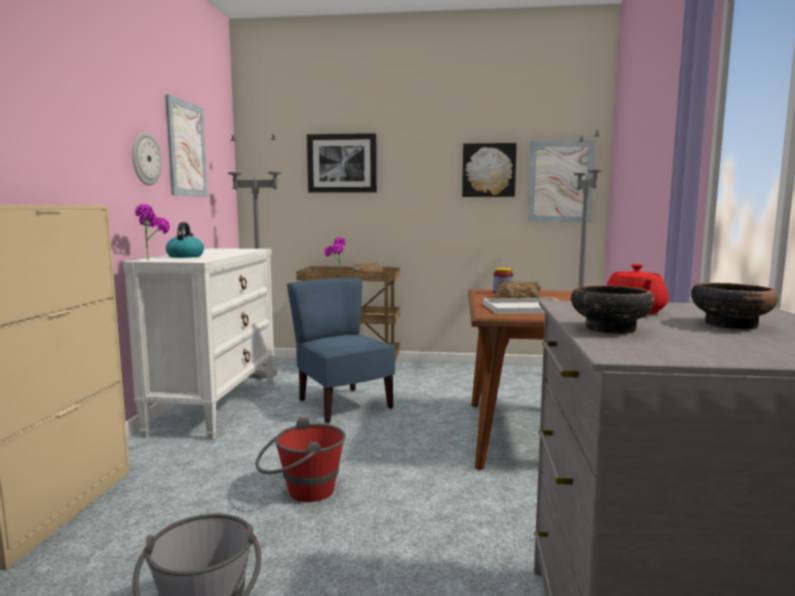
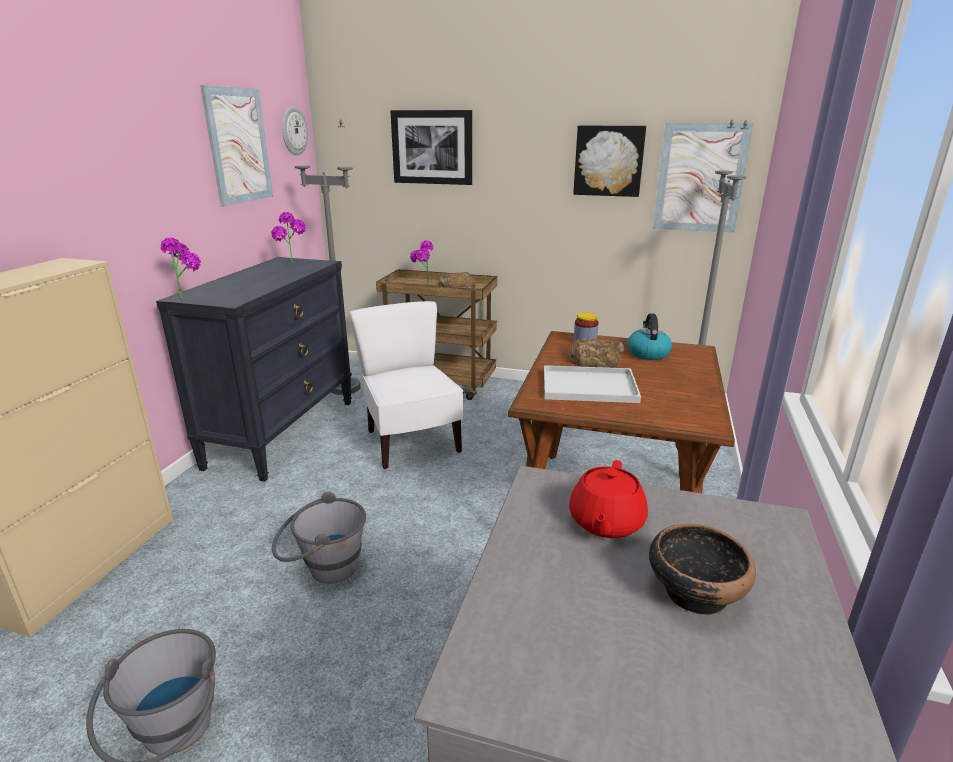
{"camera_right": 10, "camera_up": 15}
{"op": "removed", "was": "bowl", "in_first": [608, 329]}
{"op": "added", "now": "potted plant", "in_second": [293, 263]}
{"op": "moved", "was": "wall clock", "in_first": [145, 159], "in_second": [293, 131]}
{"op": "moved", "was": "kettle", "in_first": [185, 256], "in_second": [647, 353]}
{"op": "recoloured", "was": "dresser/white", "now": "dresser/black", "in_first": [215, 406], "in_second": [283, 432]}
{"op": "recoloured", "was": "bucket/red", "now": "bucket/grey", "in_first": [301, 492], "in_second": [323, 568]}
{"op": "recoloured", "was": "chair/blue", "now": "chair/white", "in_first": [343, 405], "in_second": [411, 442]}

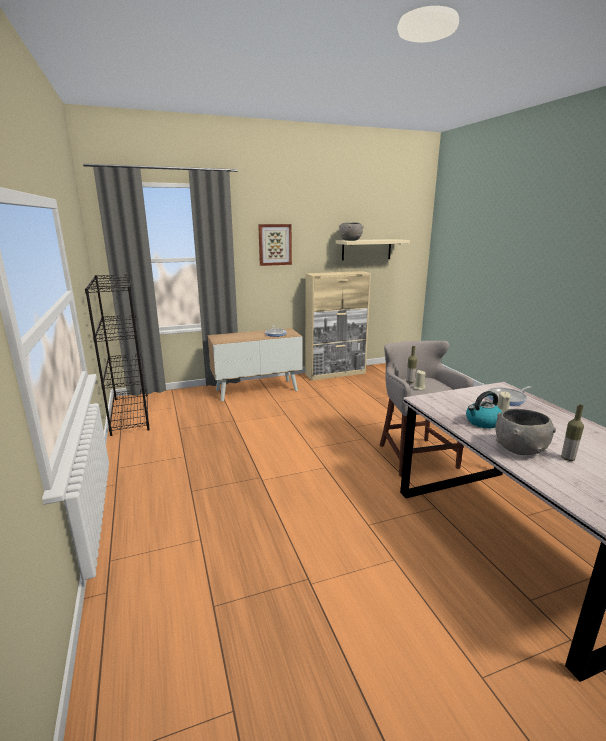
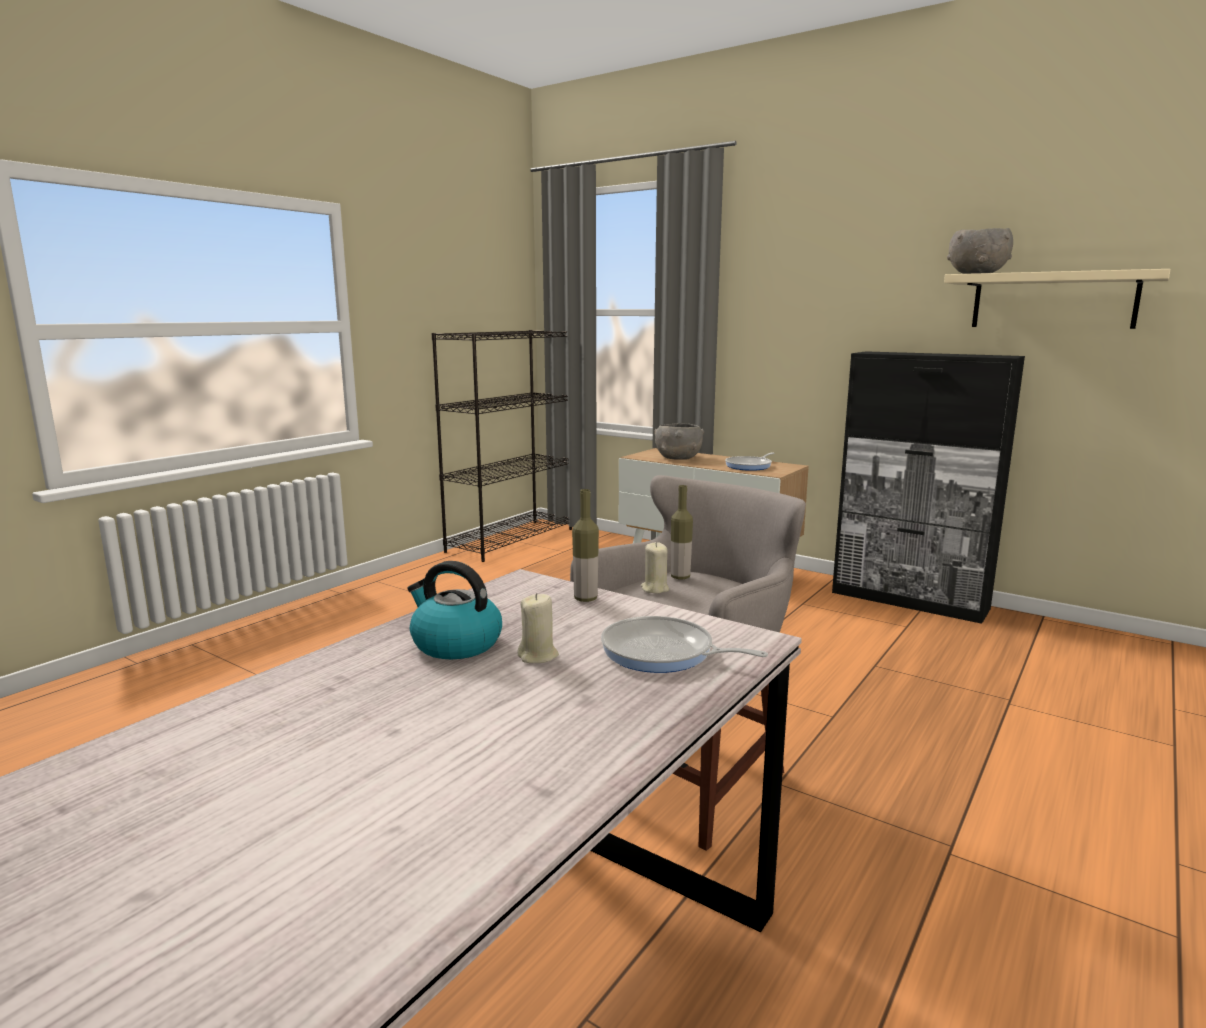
{"camera_right": 55, "camera_up": -5}
{"op": "removed", "was": "picture", "in_first": [275, 244]}
{"op": "moved", "was": "bowl/grey", "in_first": [519, 449], "in_second": [678, 458]}
{"op": "moved", "was": "bottle", "in_first": [567, 458], "in_second": [585, 599]}
{"op": "recoloured", "was": "cabinet/beige", "now": "cabinet/black", "in_first": [335, 373], "in_second": [909, 601]}

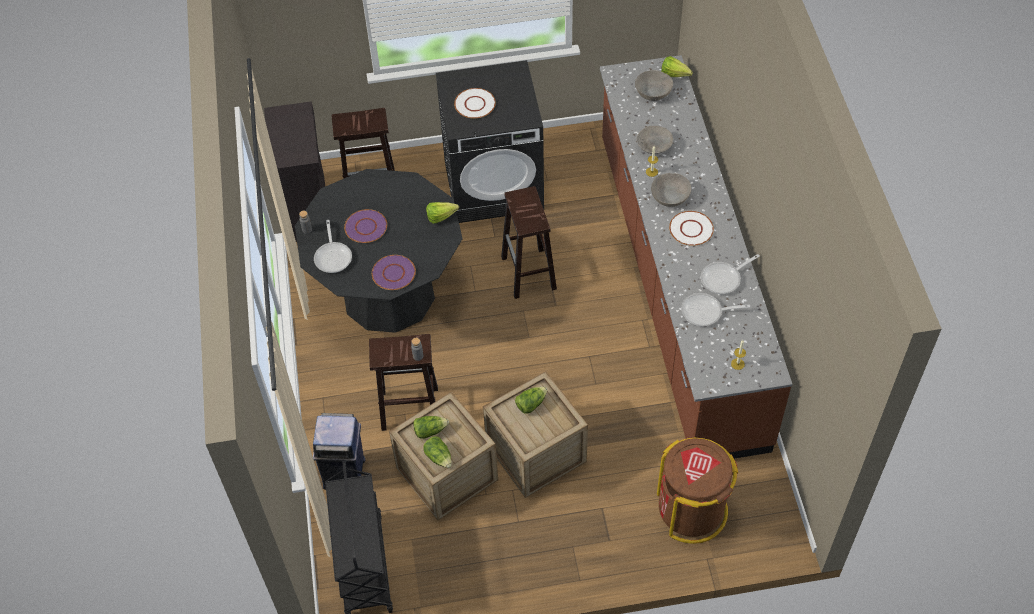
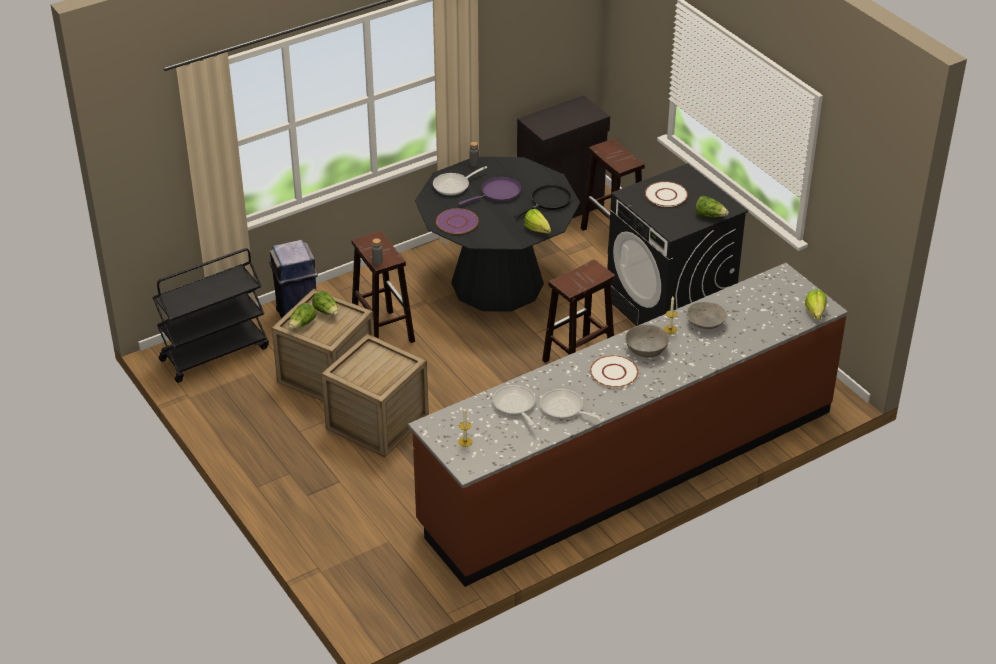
{"camera_right": 65, "camera_up": -15}
{"op": "removed", "was": "bowl/grey", "in_first": [653, 92]}
{"op": "removed", "was": "trash can/brown", "in_first": [691, 510]}
{"op": "added", "now": "frying pan/black", "in_second": [548, 201]}
{"op": "moved", "was": "lettuce", "in_first": [531, 403], "in_second": [710, 215]}
{"op": "replaced", "was": "plate/purple", "now": "frying pan/purple", "in_first": [366, 227], "in_second": [498, 193]}

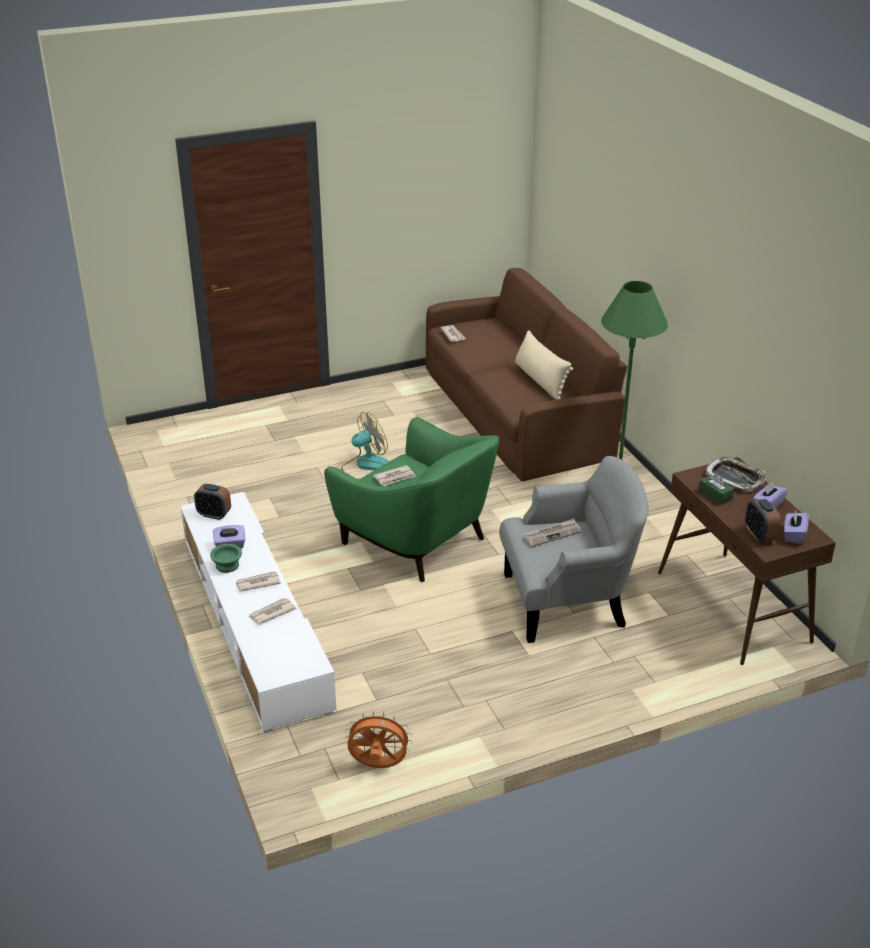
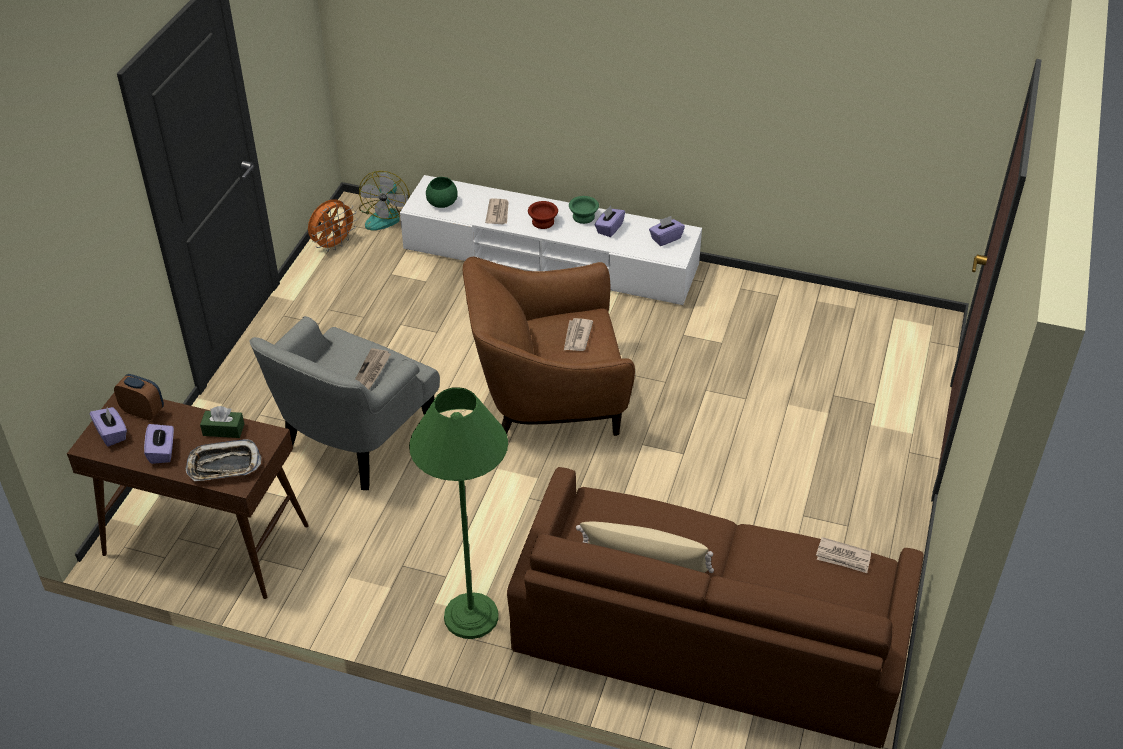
{"camera_right": 130, "camera_up": 10}
{"op": "added", "now": "bowl/green", "in_second": [441, 202]}
{"op": "moved", "was": "fan", "in_first": [365, 466], "in_second": [385, 215]}
{"op": "replaced", "was": "alarm clock", "now": "tissue box/purple", "in_first": [214, 515], "in_second": [665, 238]}
{"op": "replaced", "was": "newspaper", "now": "bowl/brown", "in_first": [257, 583], "in_second": [542, 221]}
{"op": "recoloured", "was": "armchair/green", "now": "armchair/brown", "in_first": [416, 540], "in_second": [548, 397]}

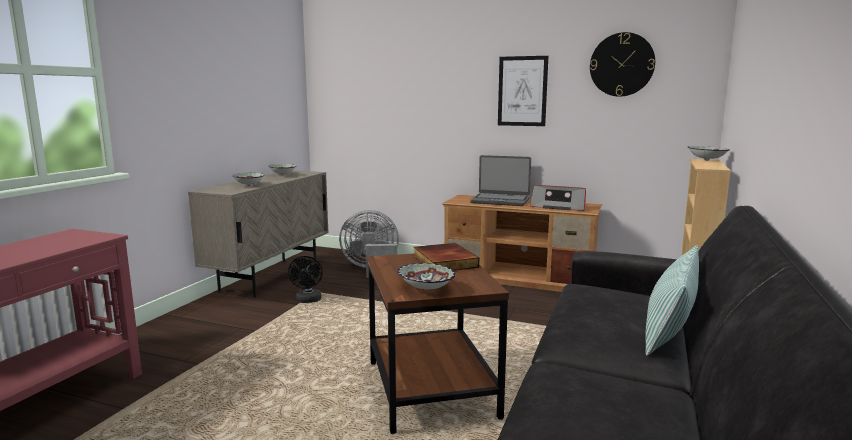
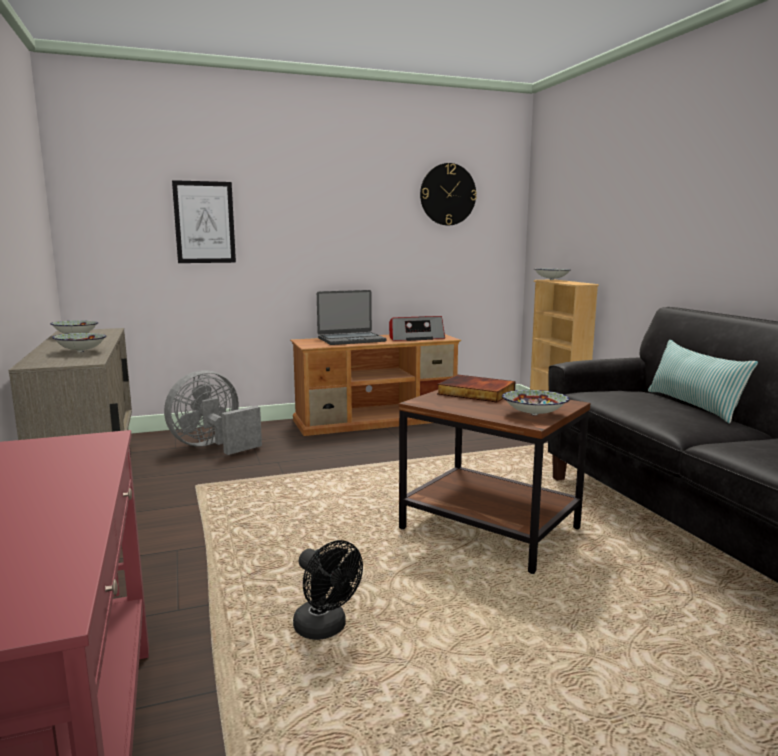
{"camera_right": -40, "camera_up": 0}
{"op": "moved", "was": "fan/black", "in_first": [308, 301], "in_second": [325, 629]}
{"op": "moved", "was": "picture", "in_first": [522, 91], "in_second": [204, 222]}

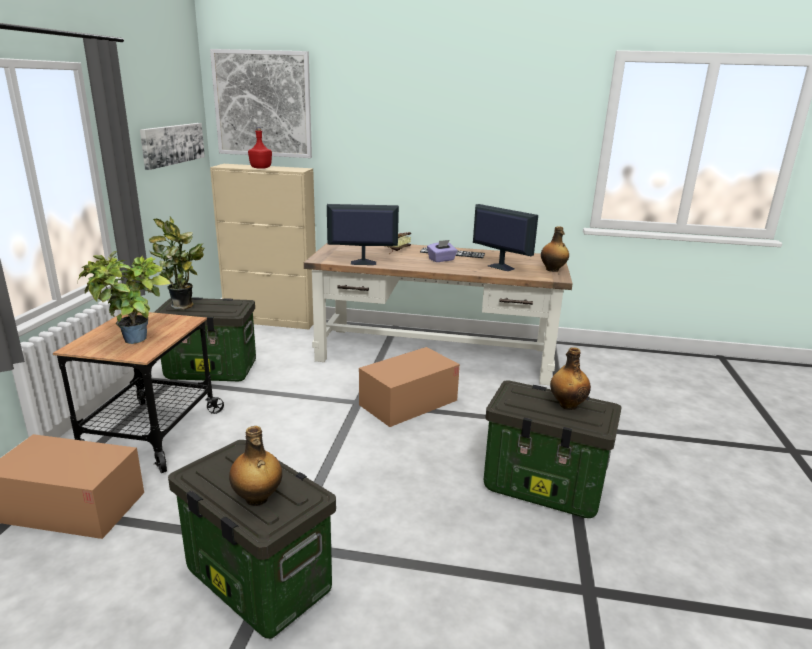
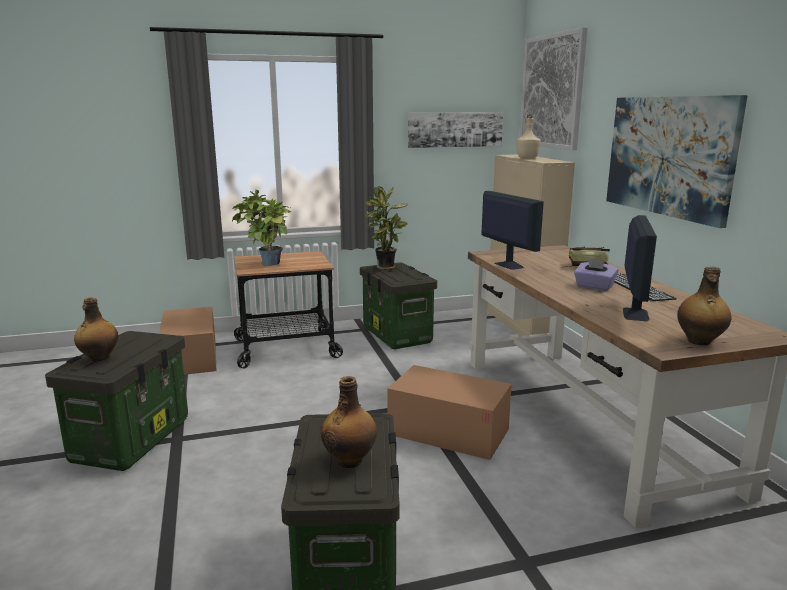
{"camera_right": 65, "camera_up": -5}
{"op": "added", "now": "picture", "in_second": [669, 156]}
{"op": "recoloured", "was": "bottle/red", "now": "bottle/beige", "in_first": [261, 168], "in_second": [527, 158]}

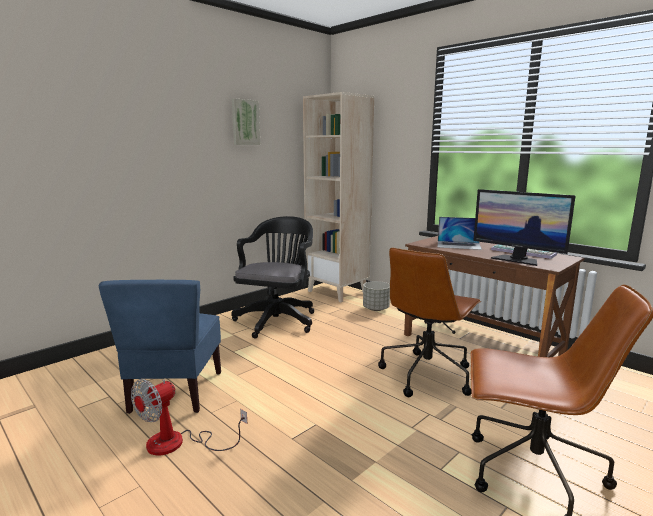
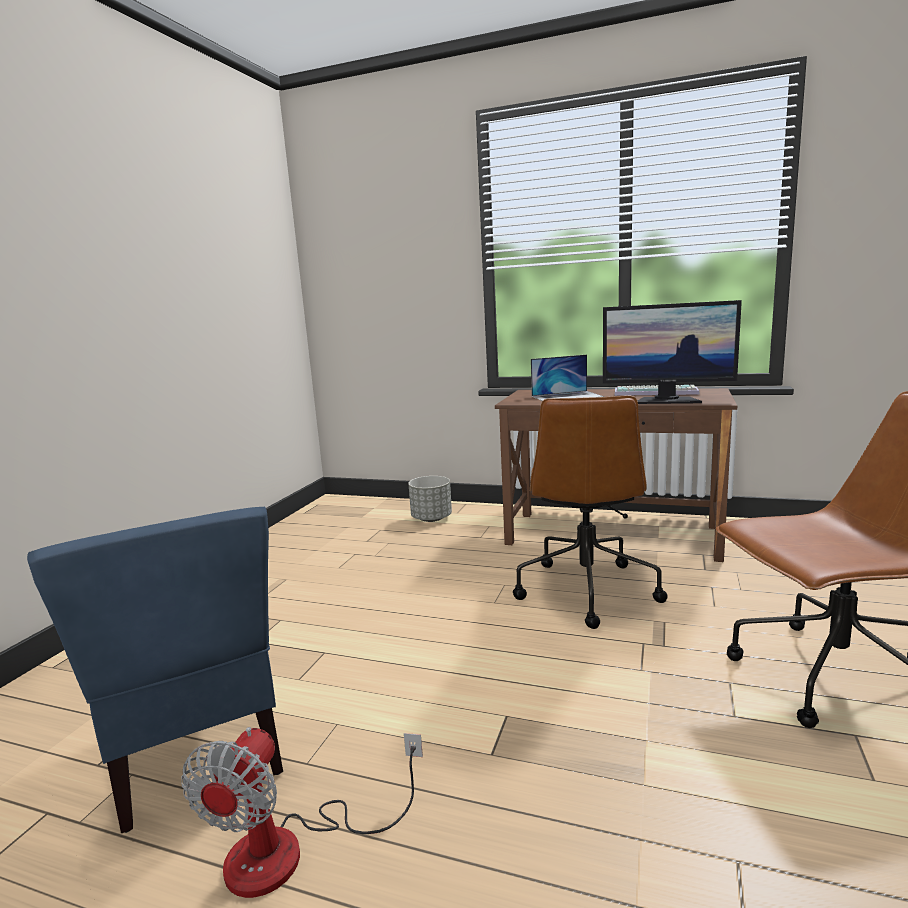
{"camera_right": -25, "camera_up": 0}
{"op": "removed", "was": "office chair/black", "in_first": [278, 320]}
{"op": "removed", "was": "picture", "in_first": [245, 122]}
{"op": "removed", "was": "bookcase/beige", "in_first": [337, 292]}

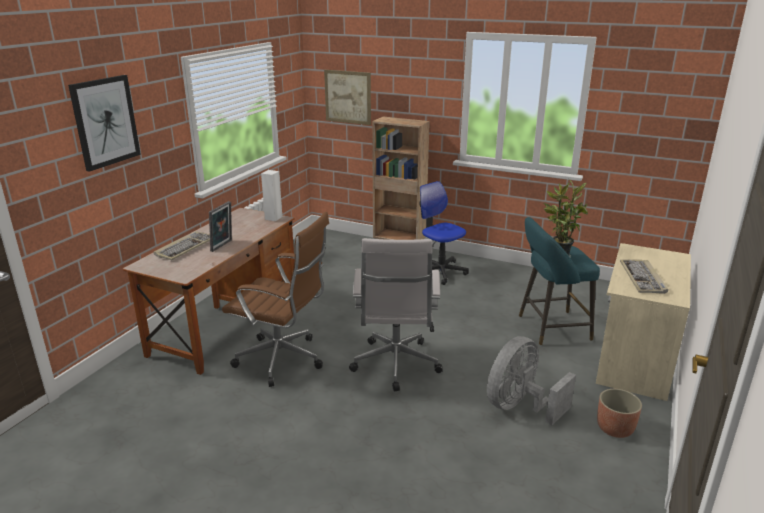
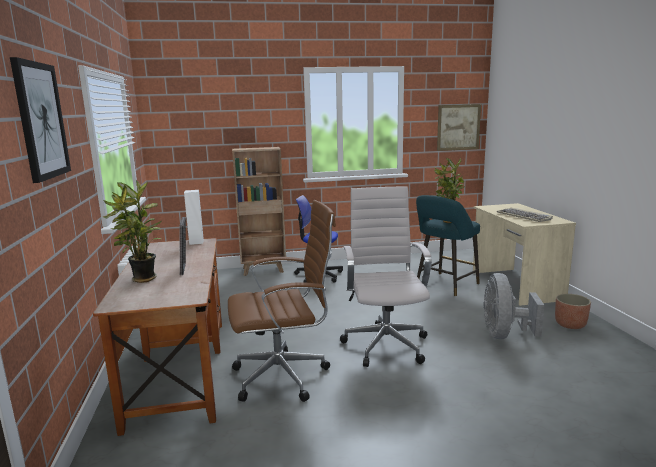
{"camera_right": -35, "camera_up": -10}
{"op": "moved", "was": "picture", "in_first": [348, 97], "in_second": [458, 127]}
{"op": "replaced", "was": "keyboard", "now": "potted plant", "in_first": [185, 247], "in_second": [142, 279]}
{"op": "turned", "was": "office chair/white", "in_first": [395, 366], "in_second": [385, 343], "clockwise": -150}

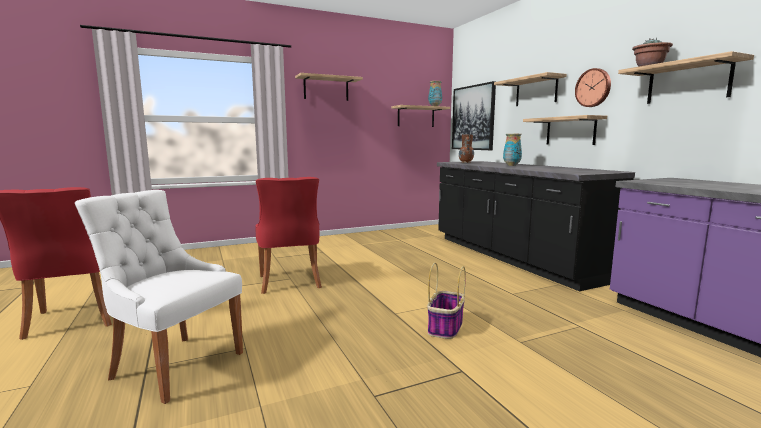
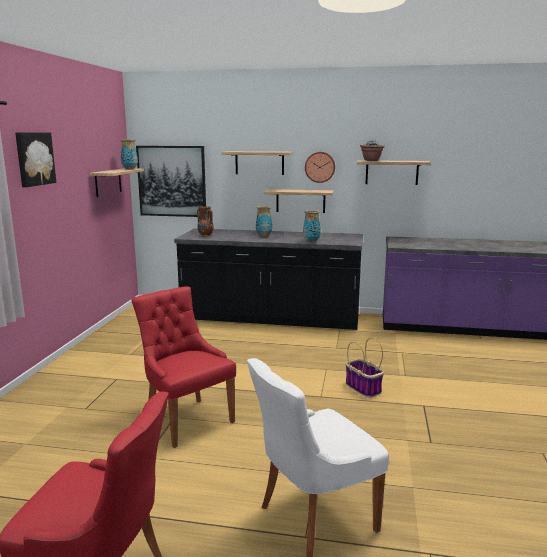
{"camera_right": -55, "camera_up": 5}
{"op": "added", "now": "vase", "in_second": [311, 242]}
{"op": "replaced", "was": "shelf", "now": "picture", "in_first": [326, 88], "in_second": [34, 159]}
{"op": "turned", "was": "chair/red", "in_first": [290, 282], "in_second": [186, 420], "clockwise": -150}

